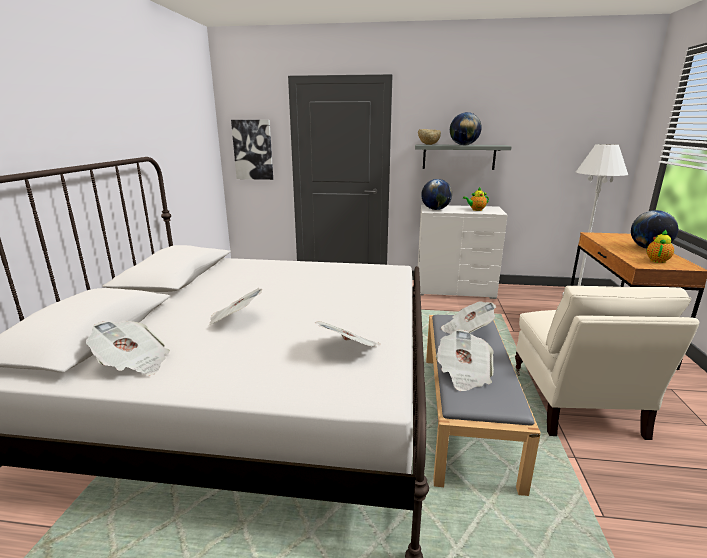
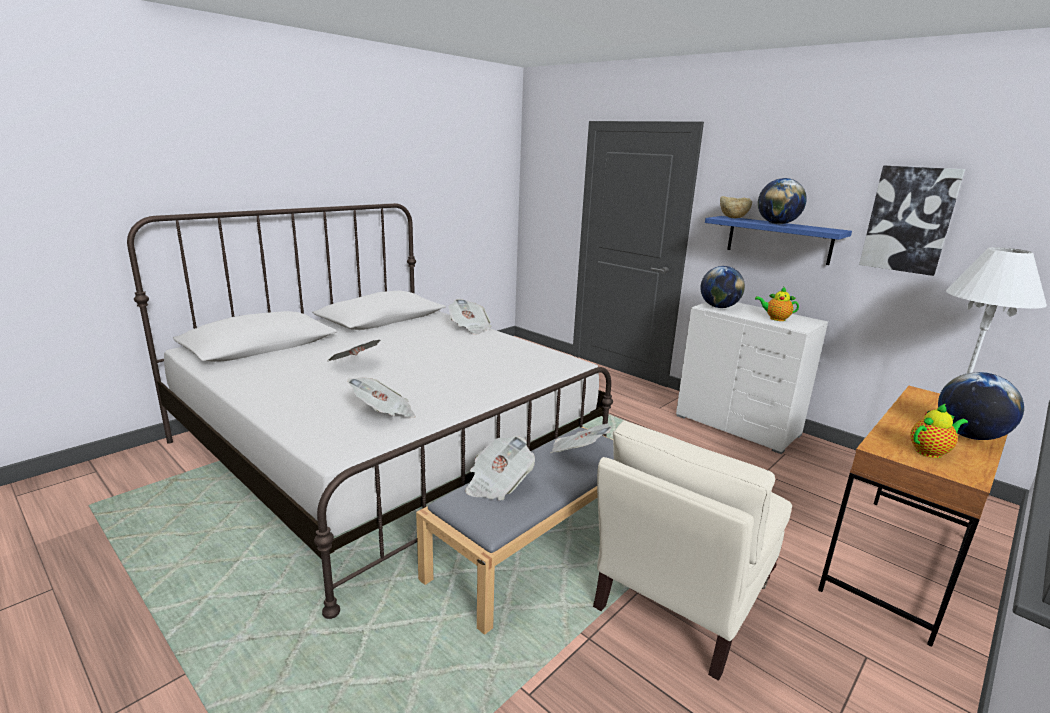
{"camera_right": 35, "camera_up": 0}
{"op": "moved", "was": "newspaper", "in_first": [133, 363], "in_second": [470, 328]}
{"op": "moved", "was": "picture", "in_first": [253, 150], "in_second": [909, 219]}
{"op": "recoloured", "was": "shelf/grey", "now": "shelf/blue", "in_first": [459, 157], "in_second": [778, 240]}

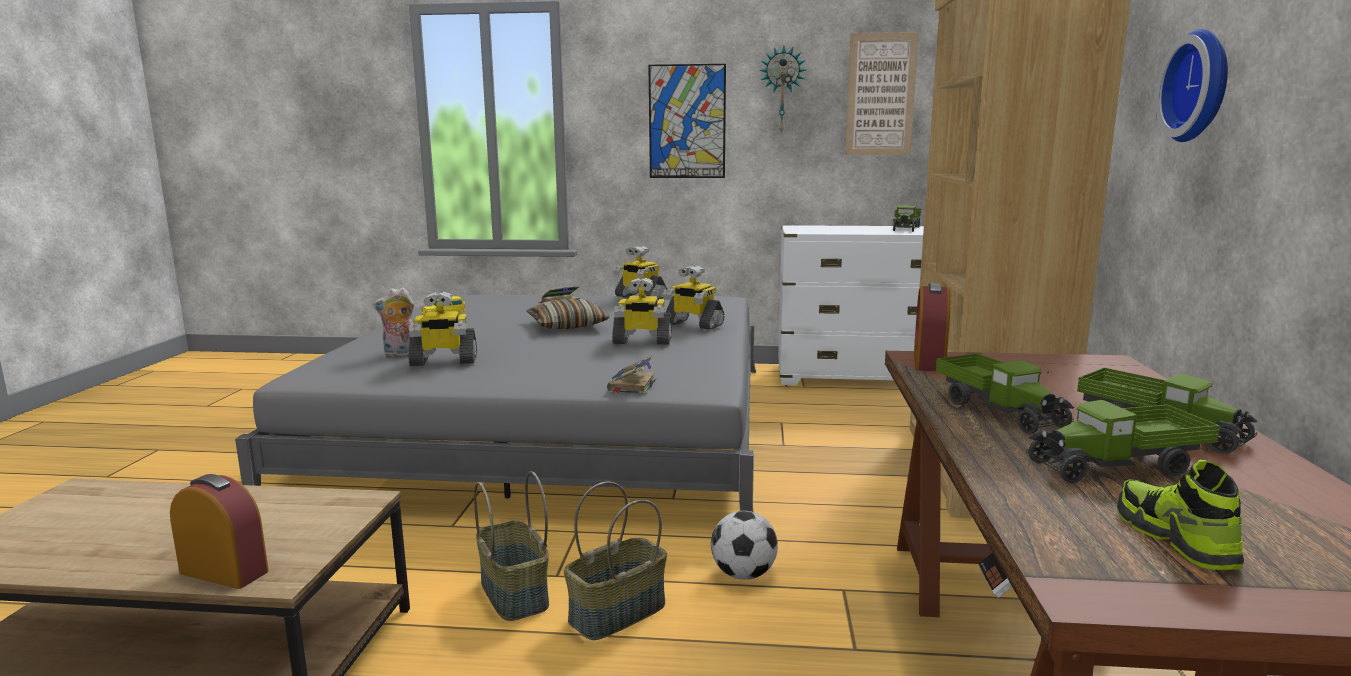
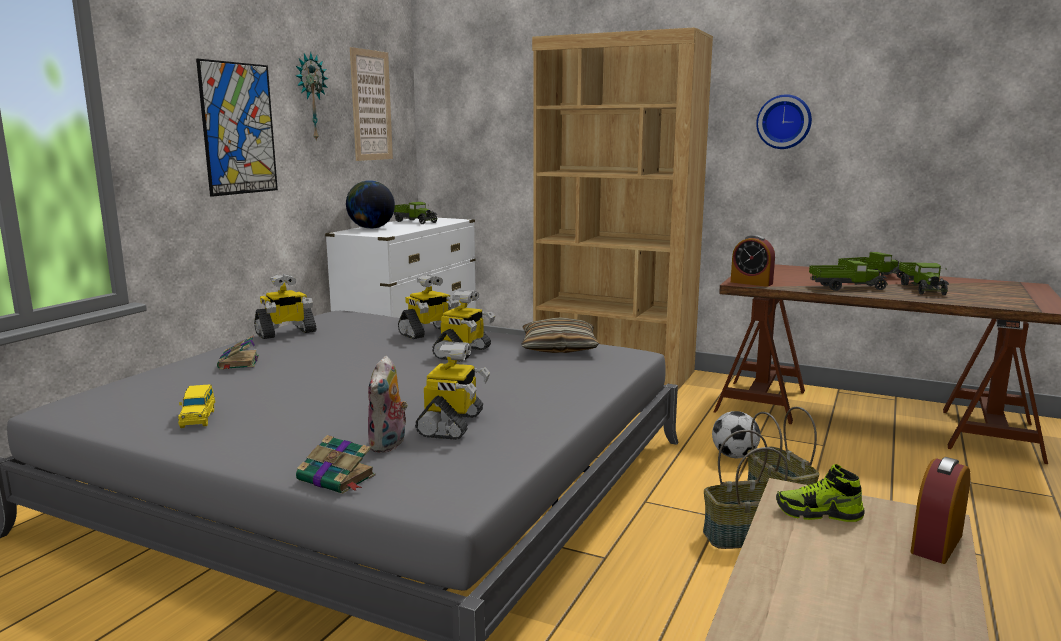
{"camera_right": -70, "camera_up": 0}
{"op": "added", "now": "globe", "in_second": [371, 228]}
{"op": "moved", "was": "pillow", "in_first": [568, 326], "in_second": [558, 347]}
{"op": "moved", "was": "book", "in_first": [631, 386], "in_second": [337, 478]}
{"op": "moved", "was": "shoe", "in_first": [1174, 538], "in_second": [818, 513]}

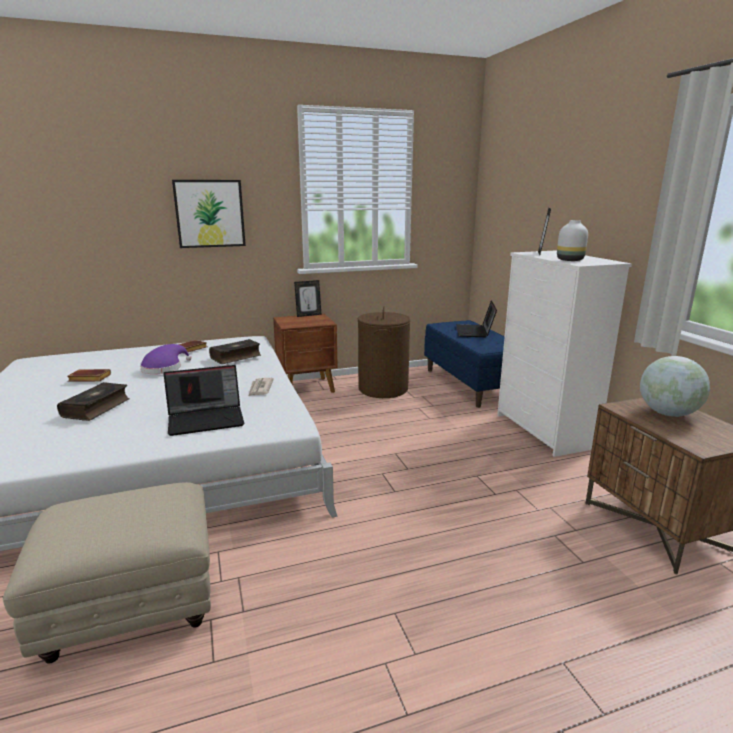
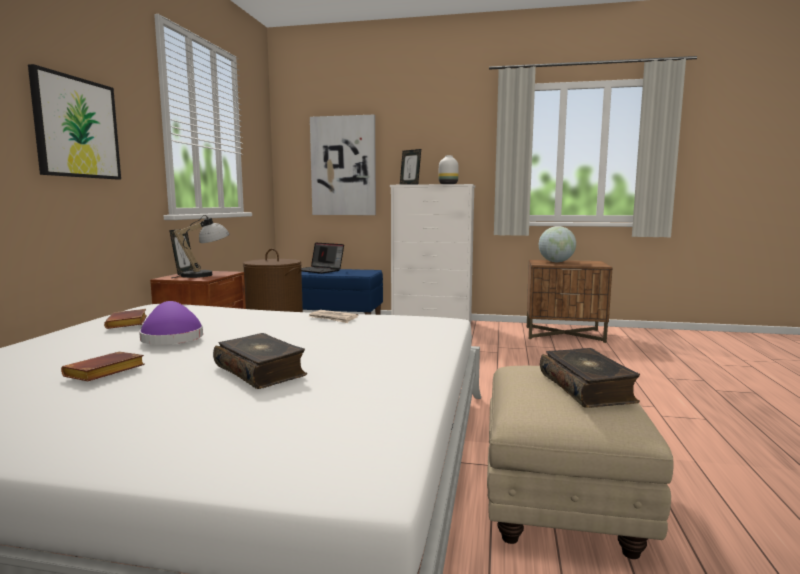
{"camera_right": -60, "camera_up": -10}
{"op": "removed", "was": "laptop", "in_first": [207, 419]}
{"op": "added", "now": "table lamp", "in_second": [205, 274]}
{"op": "added", "now": "picture", "in_second": [343, 166]}
{"op": "moved", "was": "book", "in_first": [236, 357], "in_second": [587, 388]}

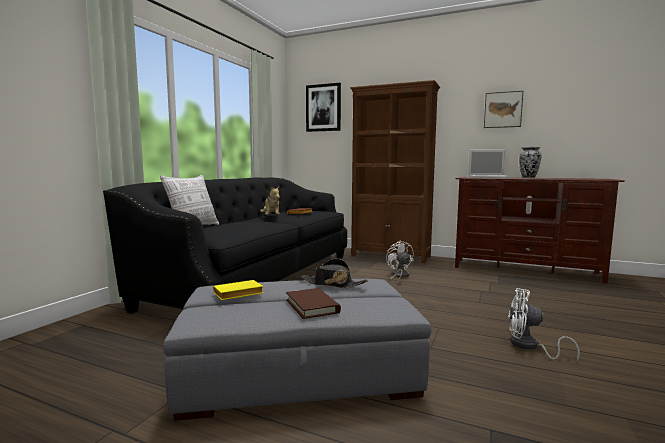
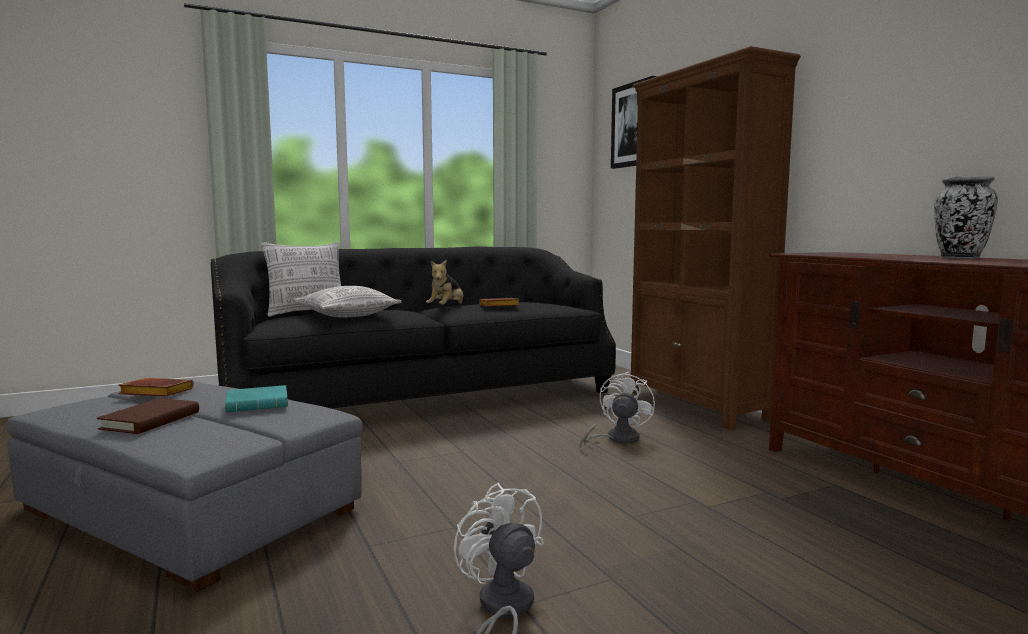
{"camera_right": 40, "camera_up": 0}
{"op": "removed", "was": "laptop", "in_first": [489, 177]}
{"op": "removed", "was": "picture", "in_first": [503, 110]}
{"op": "added", "now": "pillow", "in_second": [347, 315]}
{"op": "replaced", "was": "hat/black", "now": "book/turquoise", "in_first": [332, 284], "in_second": [259, 404]}
{"op": "recoloured", "was": "book/yellow", "now": "book/brown", "in_first": [237, 295], "in_second": [154, 393]}

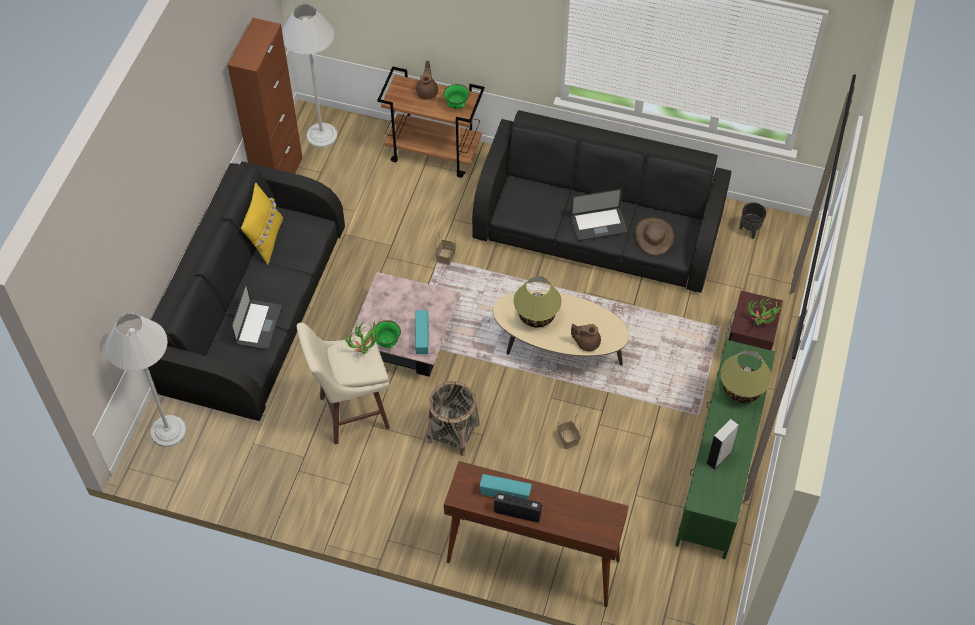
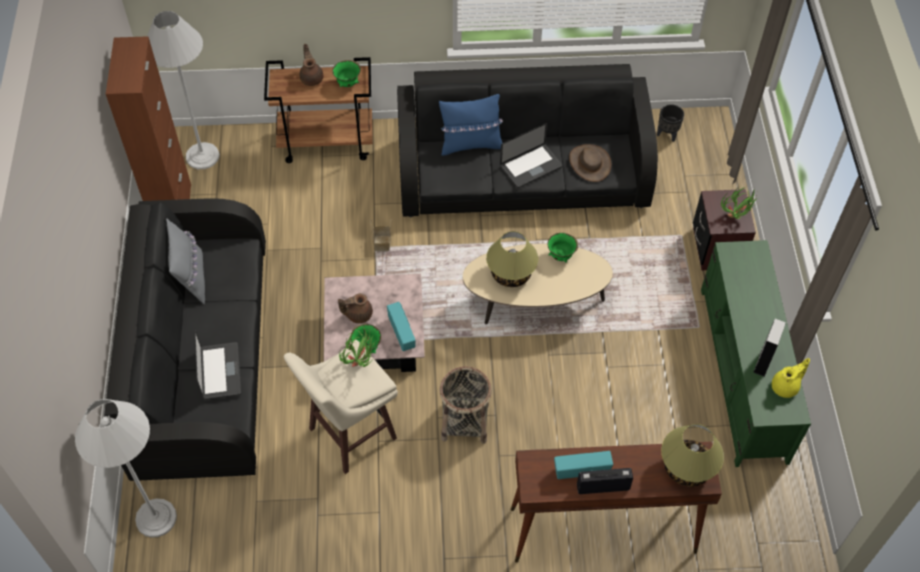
{"camera_right": -20, "camera_up": 0}
{"op": "removed", "was": "basket", "in_first": [568, 439]}
{"op": "added", "now": "pillow/blue", "in_second": [470, 144]}
{"op": "added", "now": "bowl/green", "in_second": [561, 256]}
{"op": "added", "now": "teapot/yellow", "in_second": [786, 387]}
{"op": "moved", "was": "teapot/brown", "in_first": [586, 342], "in_second": [358, 314]}
{"op": "moved", "was": "table lamp", "in_first": [741, 389], "in_second": [686, 468]}
{"op": "recoloured", "was": "pillow/yellow", "now": "pillow/grey", "in_first": [266, 240], "in_second": [191, 278]}

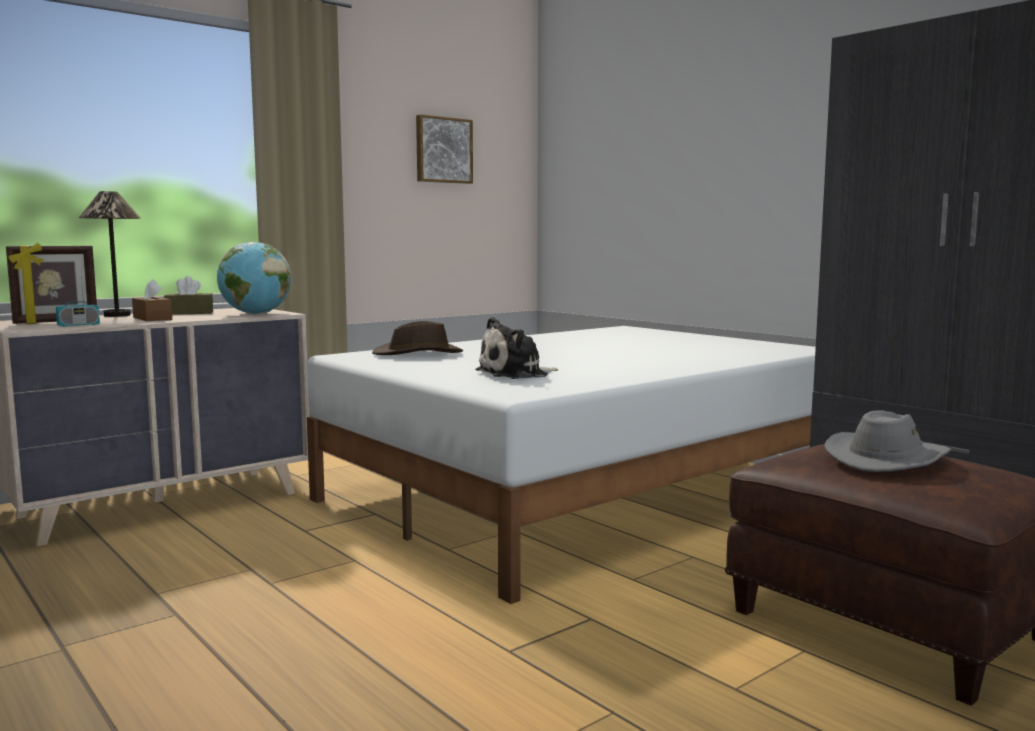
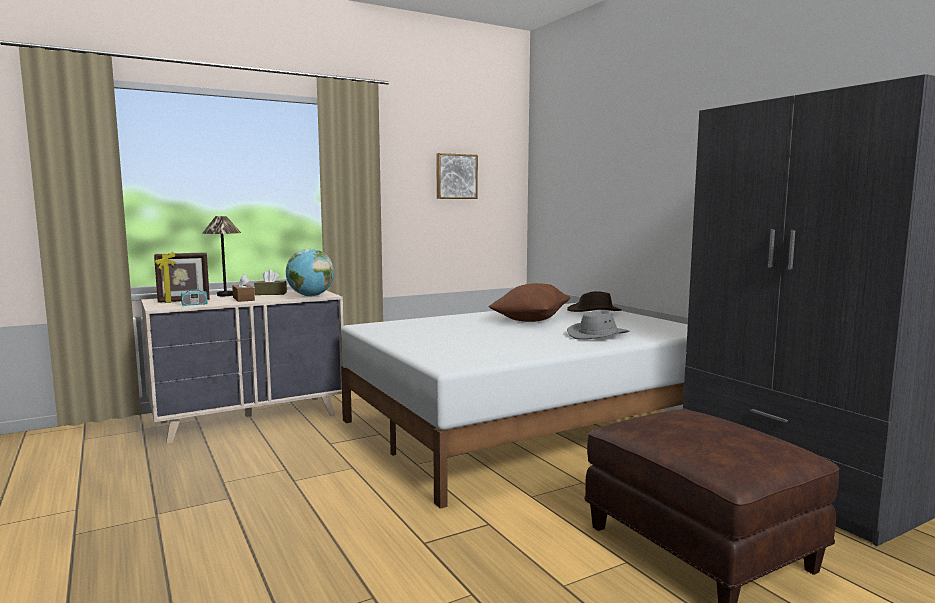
{"camera_right": 10, "camera_up": 0}
{"op": "removed", "was": "plush toy", "in_first": [516, 374]}
{"op": "added", "now": "pillow/brown", "in_second": [530, 320]}
{"op": "moved", "was": "hat/brown", "in_first": [419, 354], "in_second": [594, 311]}
{"op": "moved", "was": "hat/grey", "in_first": [887, 459], "in_second": [598, 335]}

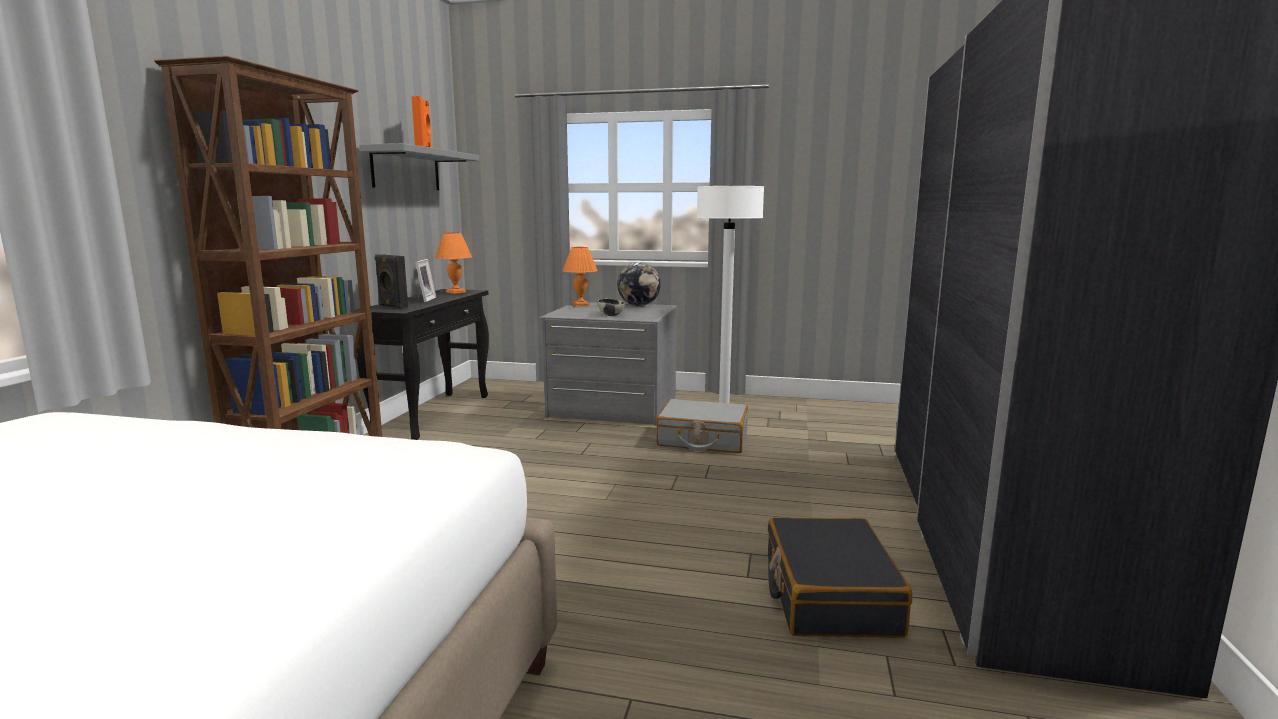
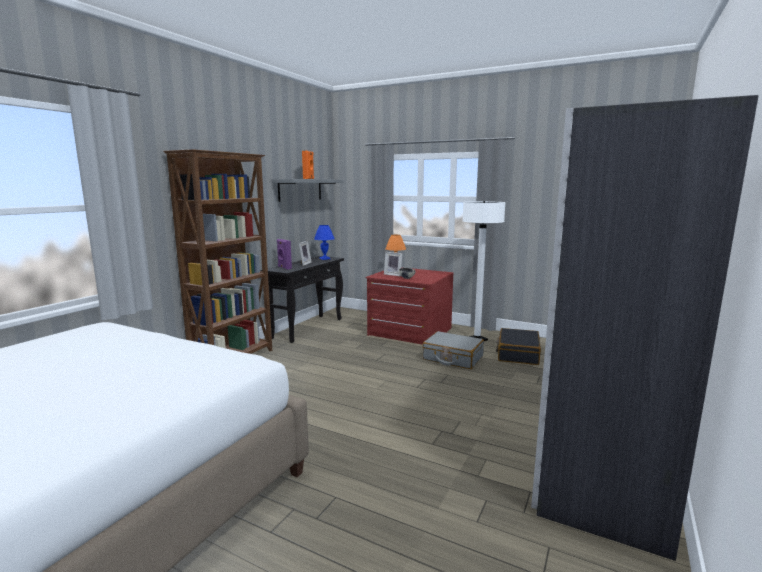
{"camera_right": 15, "camera_up": 0}
{"op": "removed", "was": "globe", "in_first": [639, 305]}
{"op": "added", "now": "picture frame", "in_second": [393, 274]}
{"op": "moved", "was": "suitcase/black", "in_first": [829, 595], "in_second": [517, 354]}
{"op": "recoloured", "was": "speaker/black", "now": "speaker/purple", "in_first": [392, 306], "in_second": [284, 267]}
{"op": "recoloured", "was": "table lamp/orange", "now": "table lamp/blue", "in_first": [456, 292], "in_second": [325, 258]}
{"op": "recoloured", "was": "dresser/grey", "now": "dresser/red", "in_first": [613, 407], "in_second": [409, 332]}

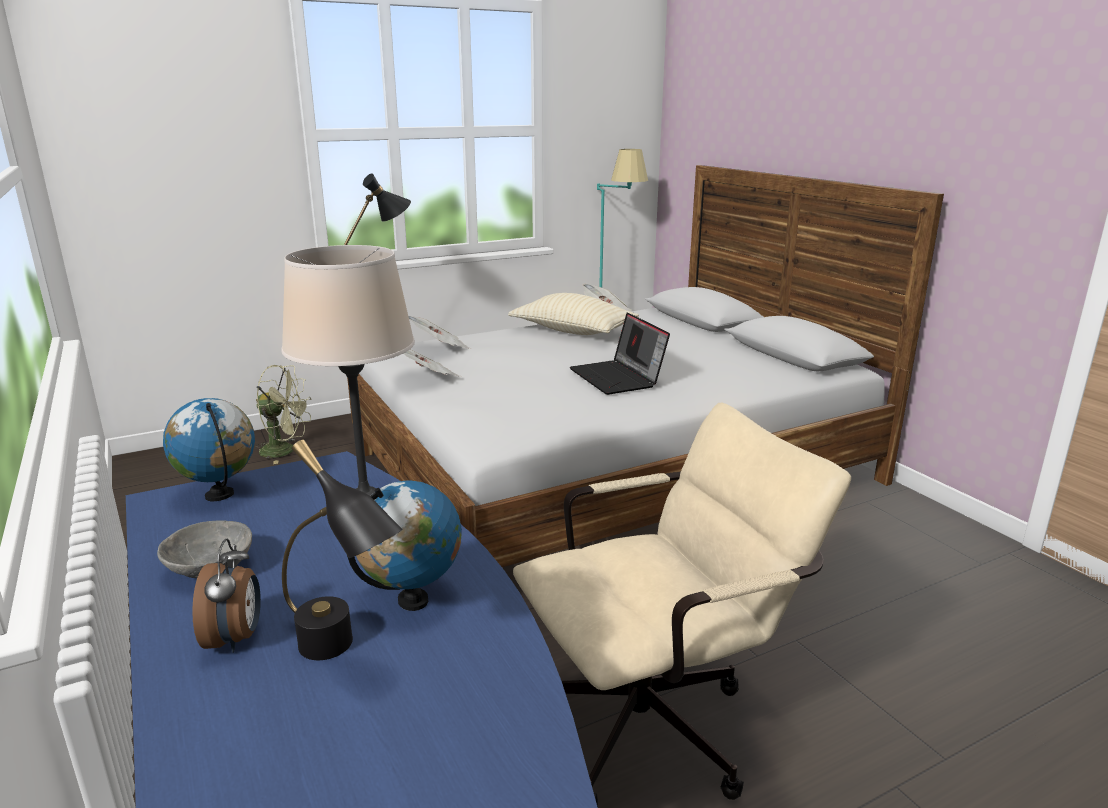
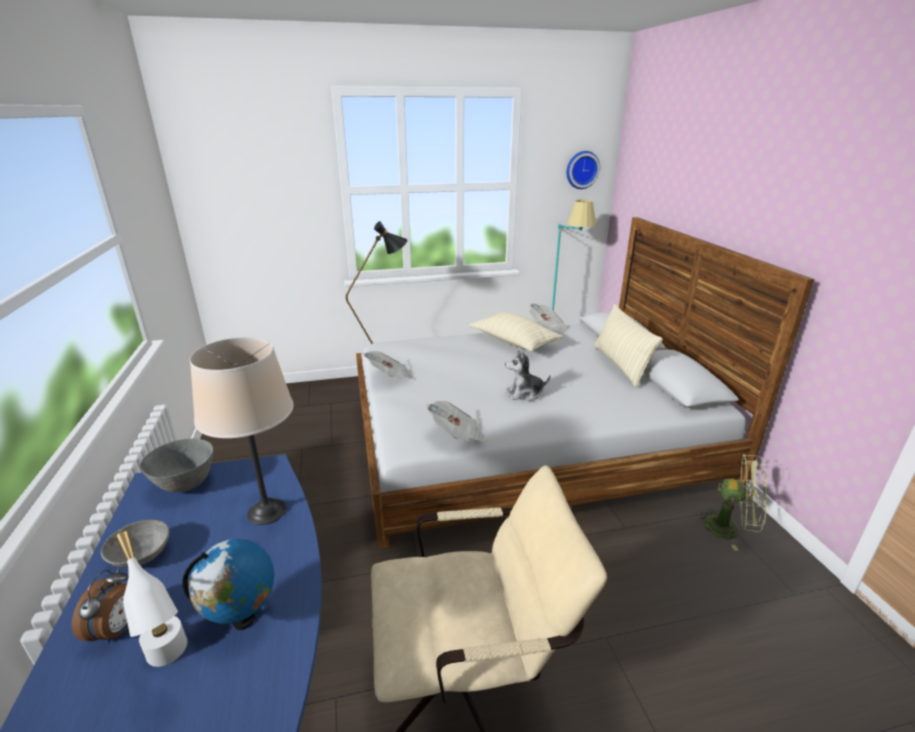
{"camera_right": 15, "camera_up": 5}
{"op": "added", "now": "wall clock", "in_second": [581, 170]}
{"op": "added", "now": "pillow/beige", "in_second": [620, 365]}
{"op": "moved", "was": "fan/green", "in_first": [285, 451], "in_second": [729, 529]}
{"op": "moved", "was": "newspaper", "in_first": [439, 348], "in_second": [457, 435]}
{"op": "replaced", "was": "globe", "now": "bowl/grey", "in_first": [220, 495], "in_second": [186, 484]}
{"op": "replaced", "was": "laptop", "now": "plush toy", "in_first": [618, 378], "in_second": [524, 394]}
{"op": "recoloured", "was": "table lamp/black", "now": "table lamp/white", "in_first": [343, 653], "in_second": [171, 662]}

